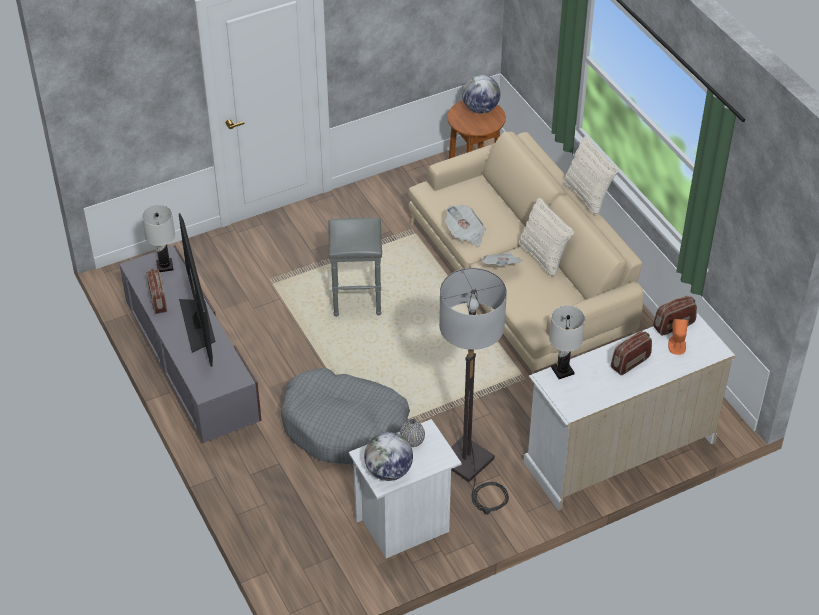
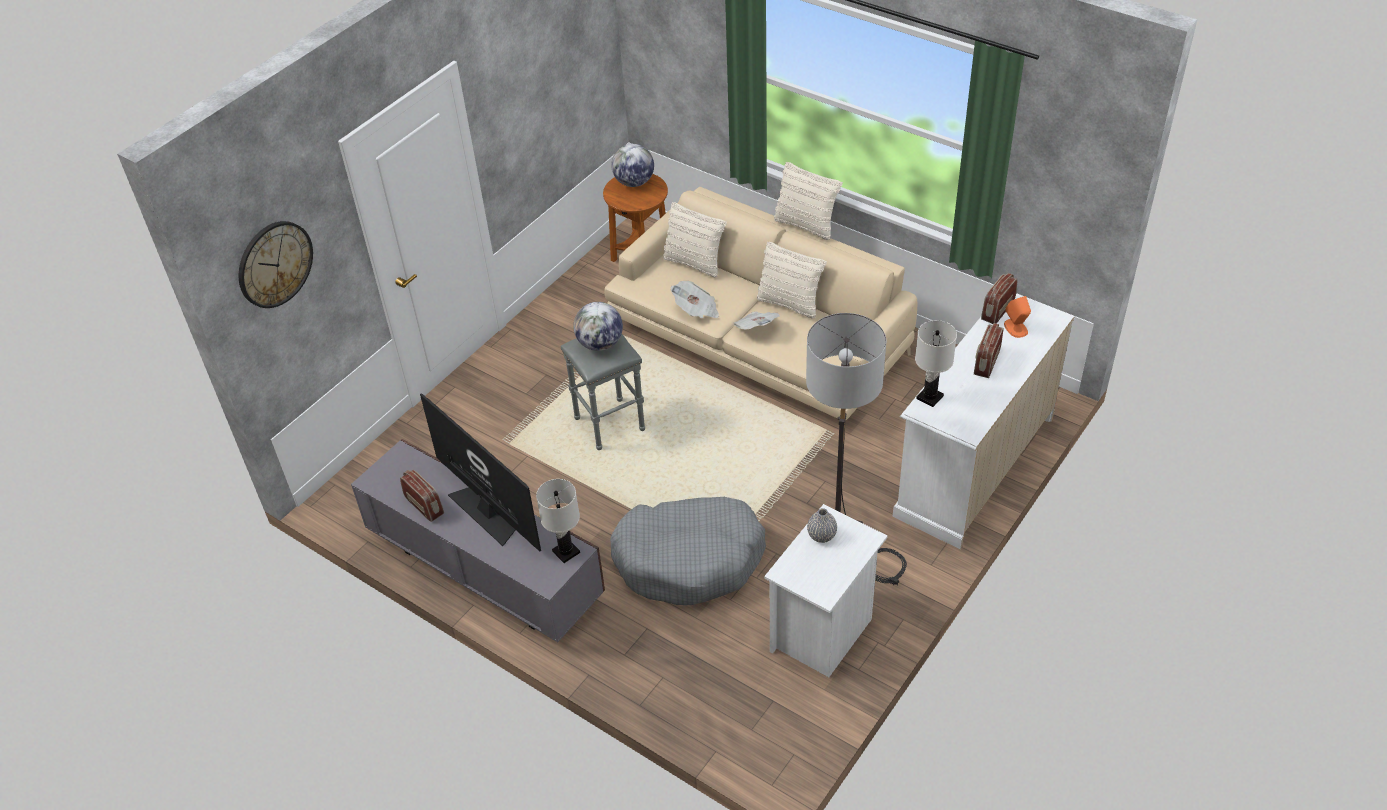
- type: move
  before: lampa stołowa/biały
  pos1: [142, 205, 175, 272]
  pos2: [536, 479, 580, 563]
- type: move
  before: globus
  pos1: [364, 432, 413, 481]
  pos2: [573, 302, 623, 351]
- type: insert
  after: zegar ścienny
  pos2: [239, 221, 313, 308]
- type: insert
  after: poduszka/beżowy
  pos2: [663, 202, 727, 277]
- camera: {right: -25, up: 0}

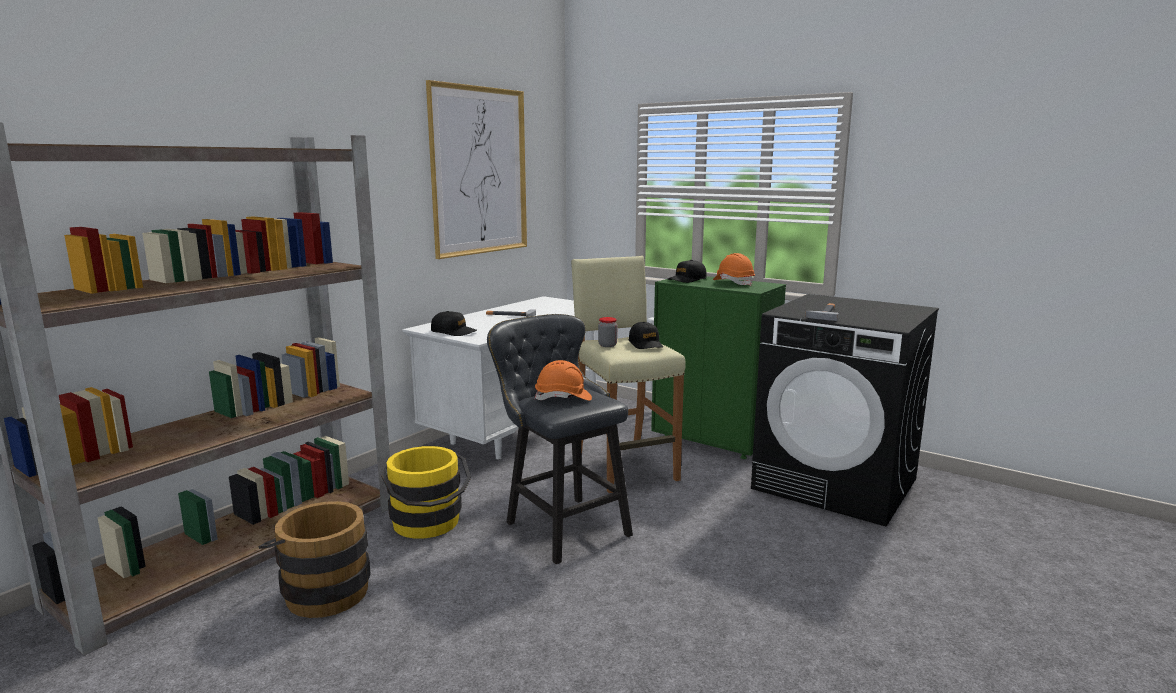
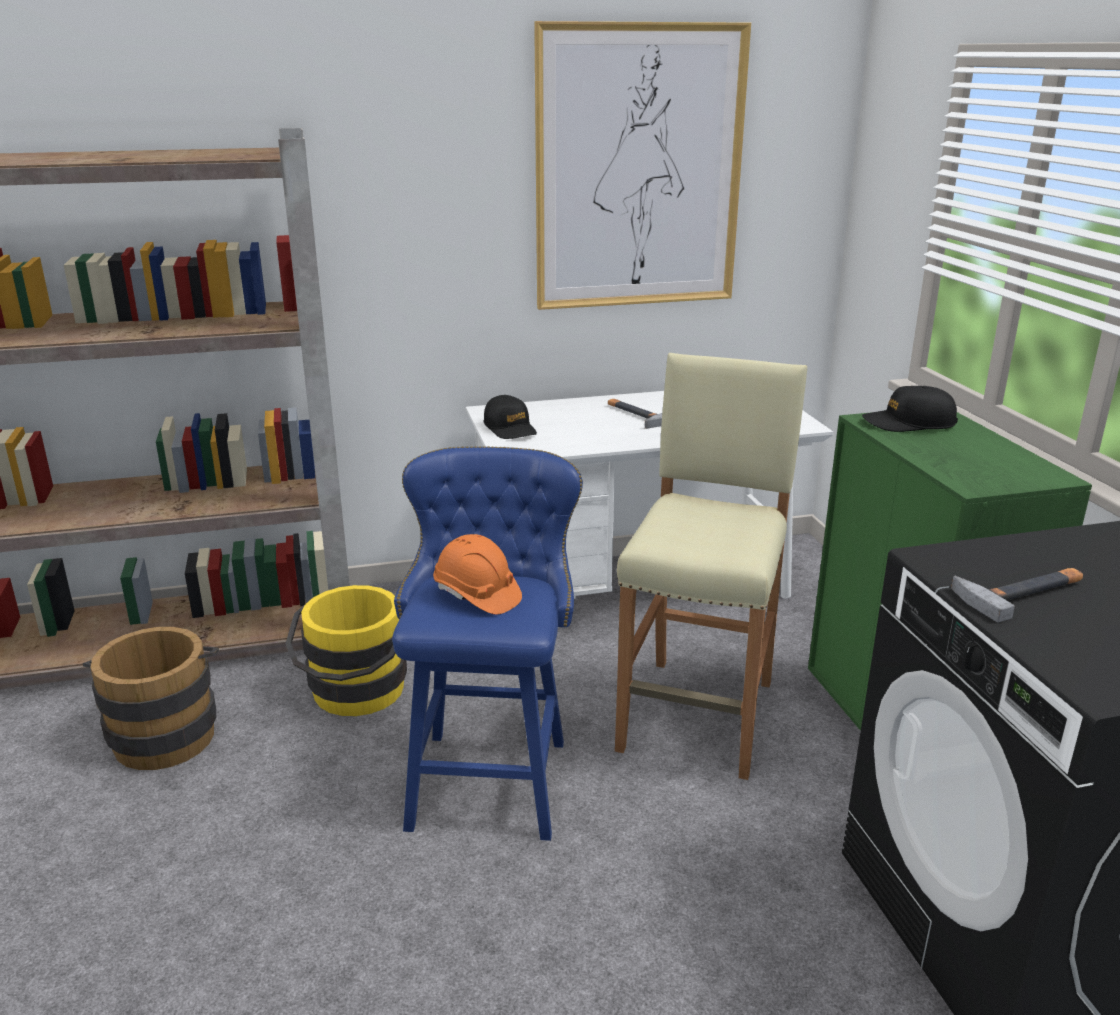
- type: recolor
  before: stołek/szary
  after: stołek/niebieski
  pos1: [487, 314, 633, 564]
  pos2: [392, 446, 583, 841]
- type: delete
  before: słoik
  pos1: [598, 317, 617, 347]
- type: delete
  before: czapka z daszkiem/czarny
  pos1: [629, 322, 663, 349]
- type: delete
  before: kask/pomarańczowy
  pos1: [713, 253, 755, 286]
- camera: {right: 40, up: 10}

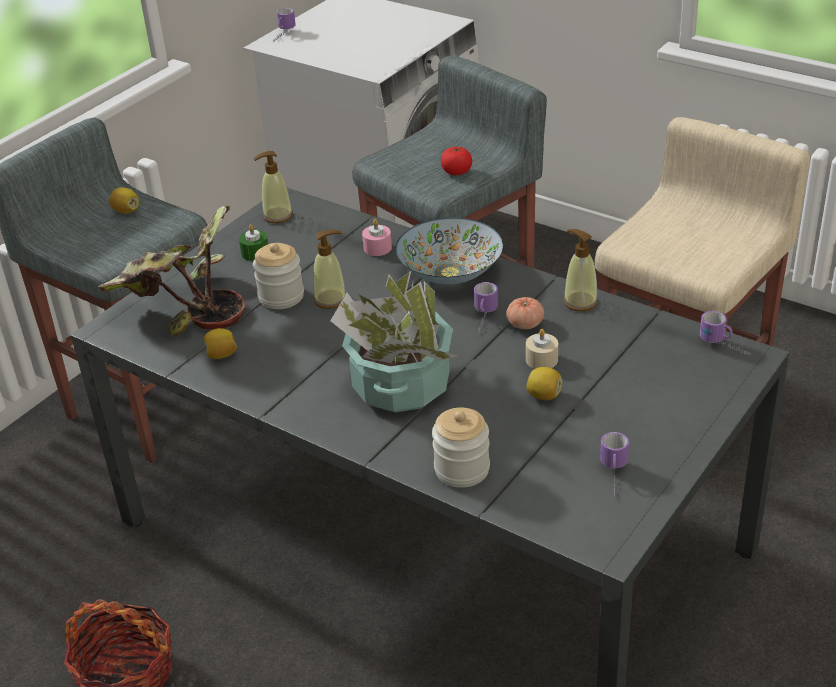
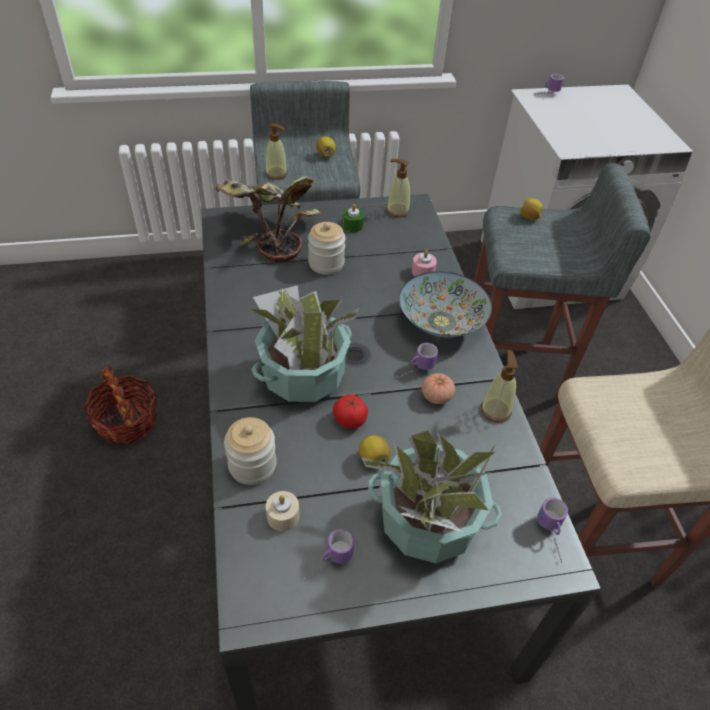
- type: move
  before: cytryna
  pos1: [204, 328, 237, 359]
  pos2: [520, 198, 543, 219]
- type: move
  before: dozownik mydła
  pos1: [313, 229, 346, 309]
  pos2: [265, 123, 288, 180]
- type: move
  before: pomidor
  pos1: [441, 147, 472, 175]
  pos2: [333, 394, 368, 429]
- type: move
  before: świeca/beżowy
  pos1: [526, 329, 558, 369]
  pos2: [266, 491, 299, 531]
- type: insert
  after: roślina doniczkowa
  pos2: [361, 430, 502, 563]
- camera: {right: 40, up: 10}

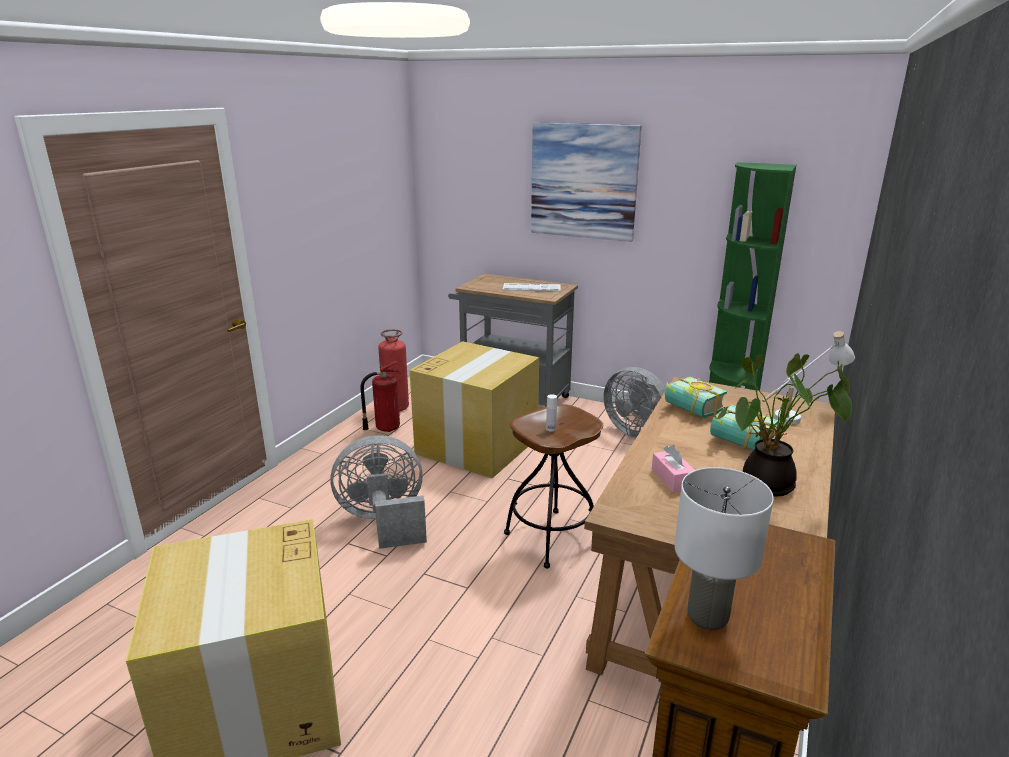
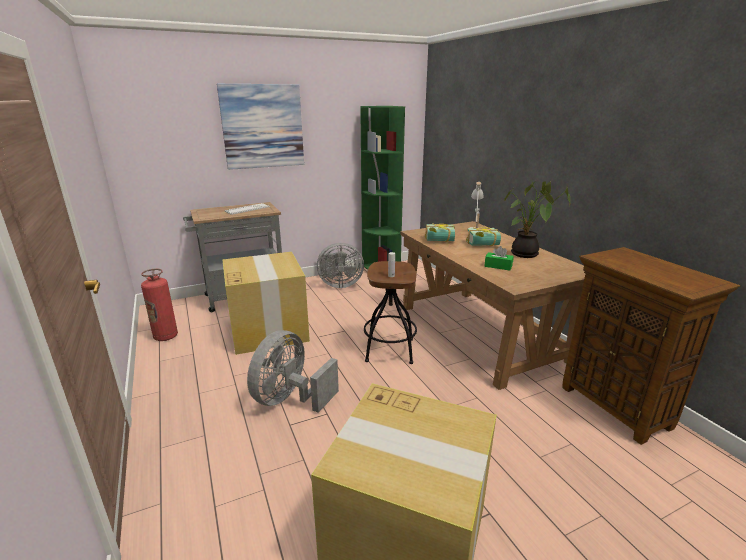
- type: delete
  before: gaśnica
  pos1: [360, 361, 401, 432]
- type: recolor
  before: pudełko chusteczek/różowy
  after: pudełko chusteczek/zielony
  pos1: [652, 445, 694, 492]
  pos2: [484, 246, 514, 270]
- type: delete
  before: lampa stołowa/biały
  pos1: [674, 467, 774, 630]
- camera: {right: -50, up: 0}

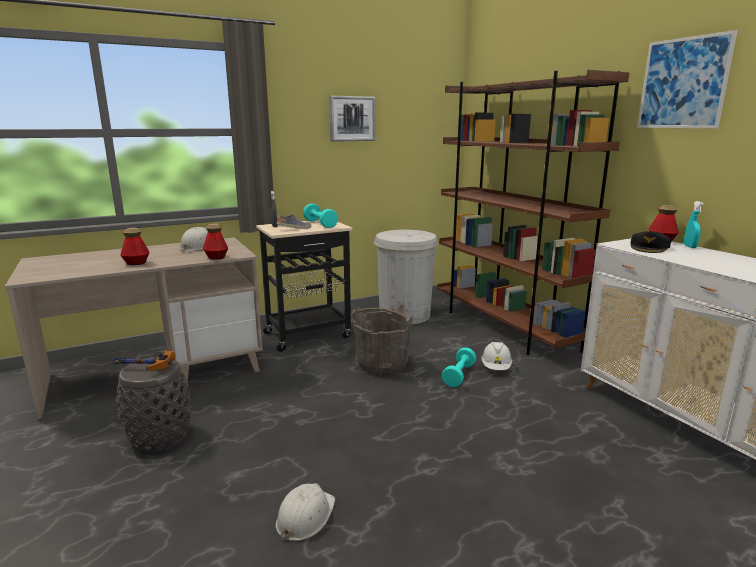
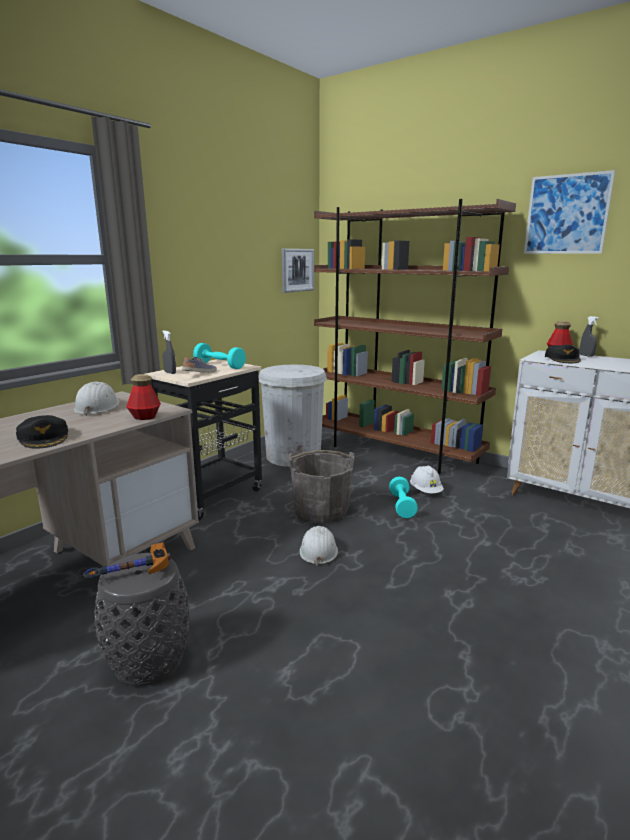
- type: replace
  before: butelka
  after: czapka z daszkiem/czarny
  pos1: [120, 228, 149, 265]
  pos2: [16, 415, 68, 449]
- type: move
  before: kask/biały
  pos1: [275, 483, 335, 541]
  pos2: [300, 526, 338, 566]
- type: move
  before: obraz
  pos1: [329, 95, 376, 142]
  pos2: [282, 249, 314, 293]
- type: recolor
  before: spryskiwacz/turkusowy
  after: spryskiwacz/szary
  pos1: [684, 201, 704, 248]
  pos2: [580, 316, 599, 357]
- camera: {right: -25, up: 0}

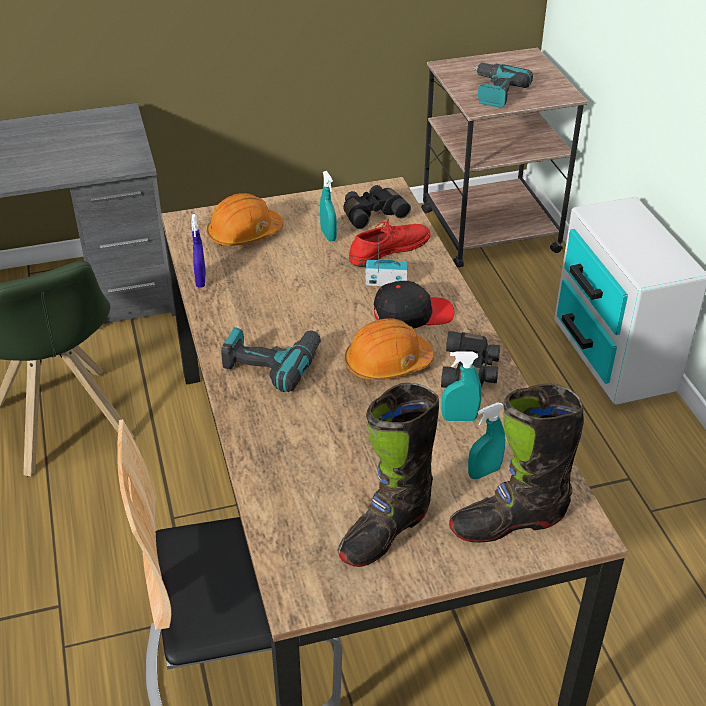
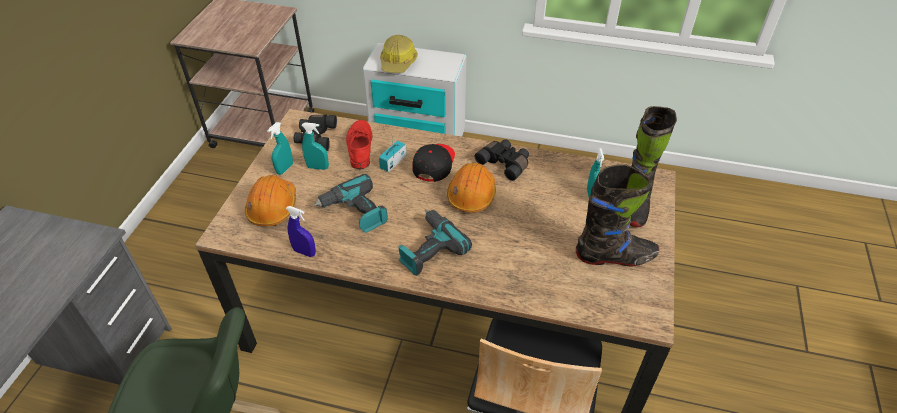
- type: rotate
  before: but z cholewką/czarny
  pos1: [338, 383, 439, 567]
  pos2: [576, 164, 659, 267]
  turn: -75
- type: move
  before: spryskiwacz/turkusowy
  pos1: [442, 351, 482, 421]
  pos2: [267, 122, 293, 175]
- type: move
  before: wiertarka
  pos1: [472, 63, 533, 108]
  pos2: [313, 174, 388, 233]
- type: insert
  after: kask
  pos2: [380, 35, 418, 73]
- camera: {right: -60, up: 5}

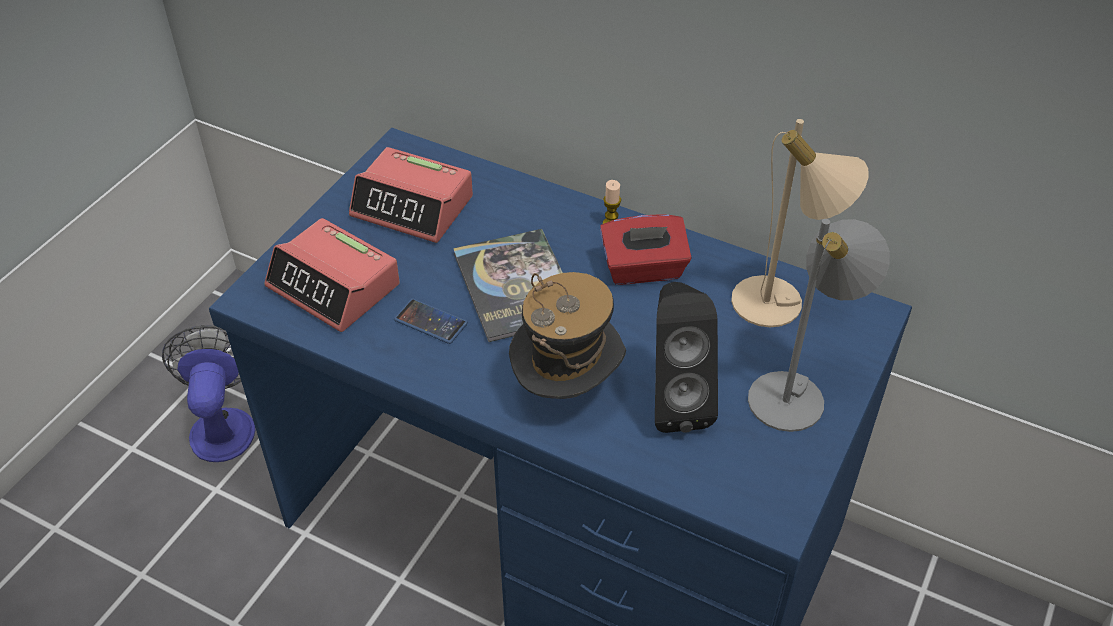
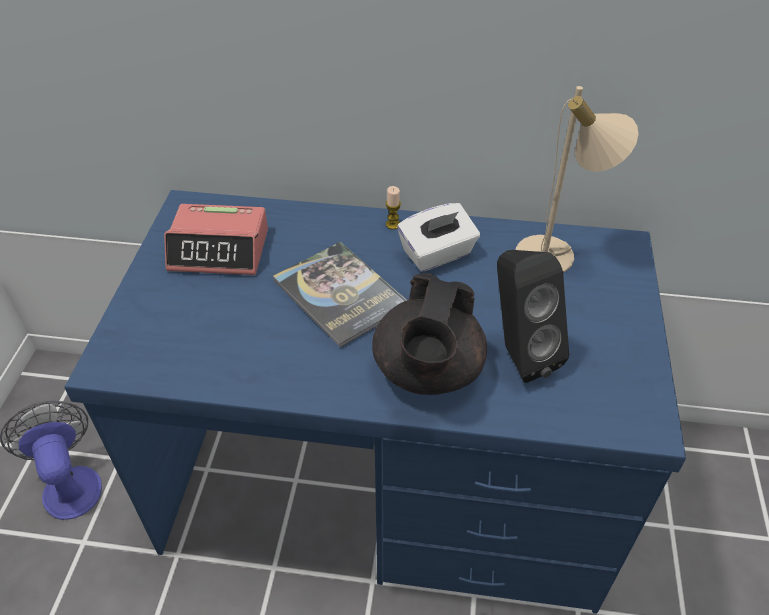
- type: delete
  before: budzik
  pos1: [264, 218, 400, 332]
- type: delete
  before: telefon
  pos1: [394, 298, 468, 344]
- type: replace
  before: kapelusz
  after: imbryk/czarny
  pos1: [509, 272, 626, 399]
  pos2: [372, 273, 487, 395]
- type: recolor
  before: pudełko chusteczek/czerwony
  after: pudełko chusteczek/biały
  pos1: [600, 215, 692, 285]
  pos2: [397, 203, 480, 272]
- type: delete
  before: lampa stołowa/szary
  pos1: [748, 219, 890, 432]
- camera: {right: -20, up: 0}

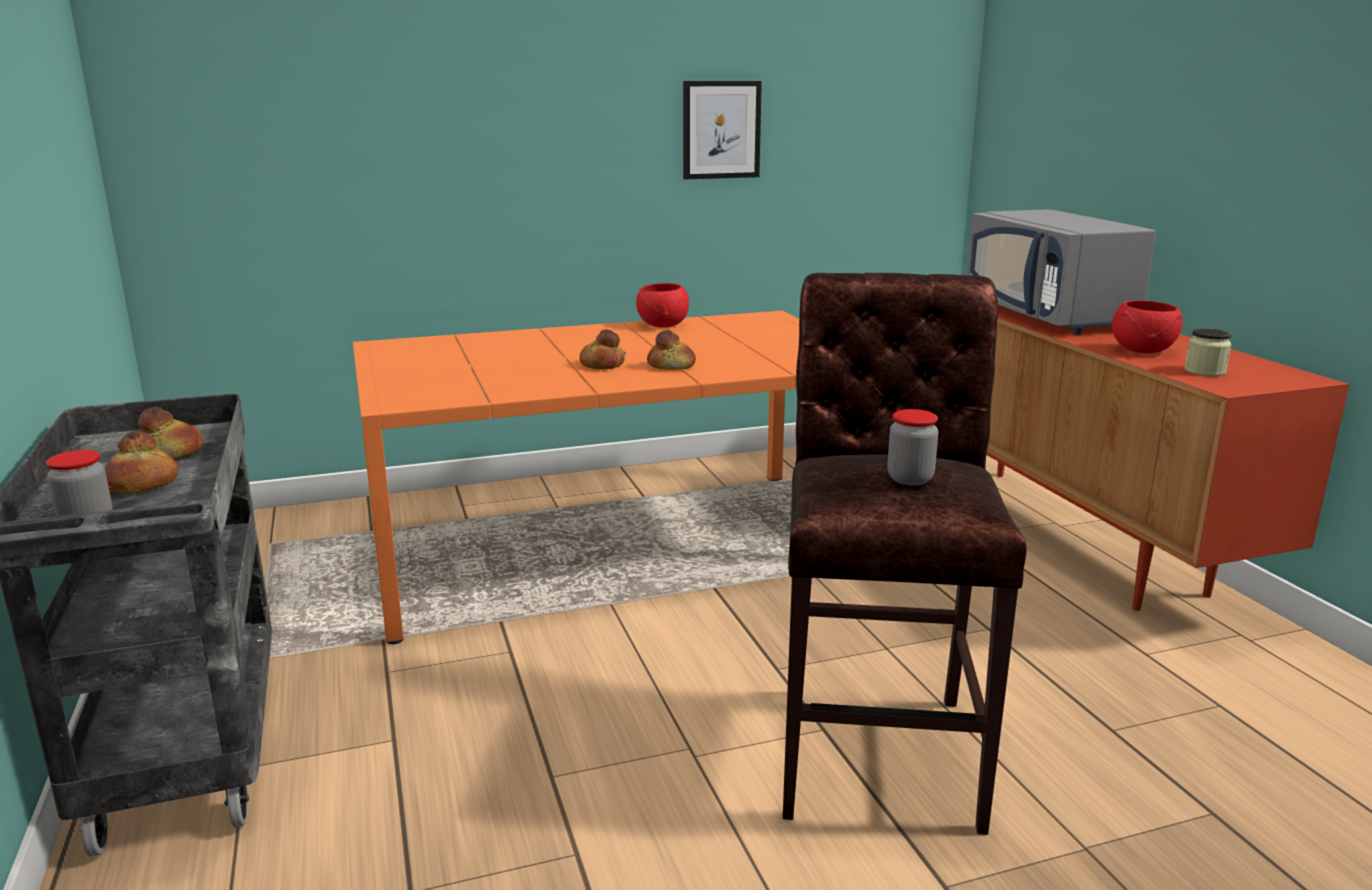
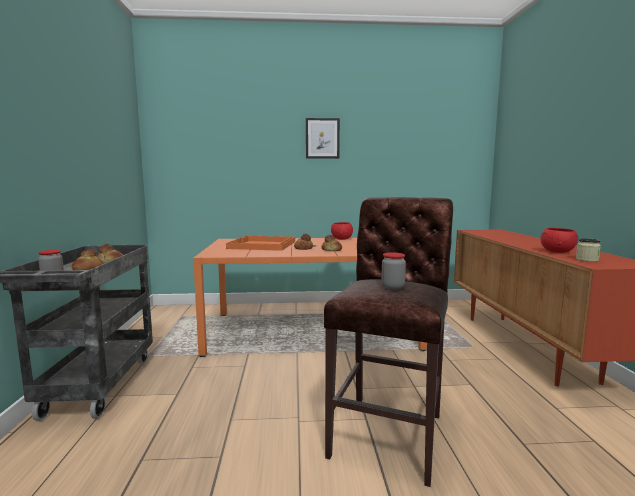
- type: move
  before: obraz
  pos1: [683, 81, 762, 179]
  pos2: [306, 118, 340, 159]
- type: delete
  before: mikrofalówka/szary
  pos1: [967, 209, 1156, 334]
- type: insert
  after: taca/pomarańczowy
  pos2: [226, 236, 295, 251]
- camera: {right: 15, up: -10}

